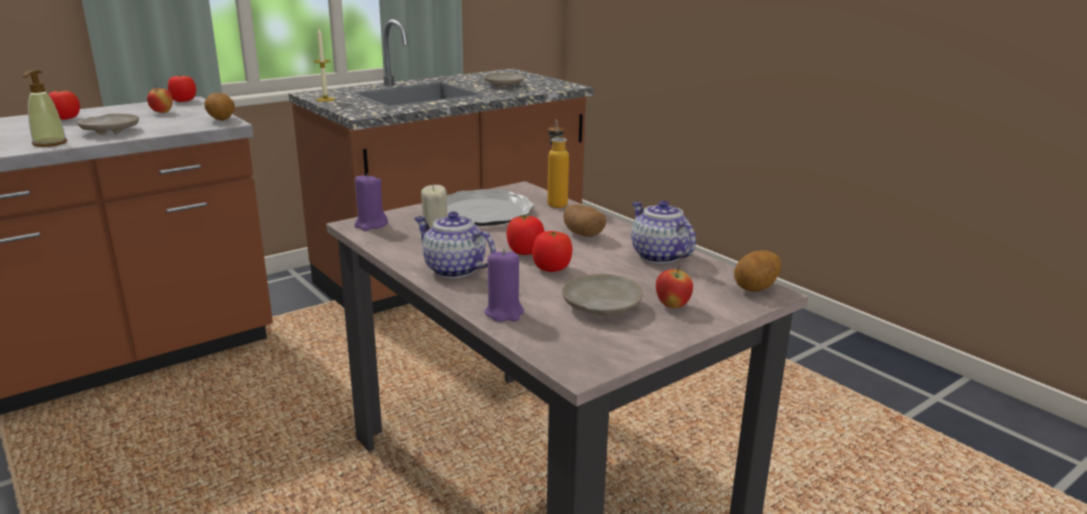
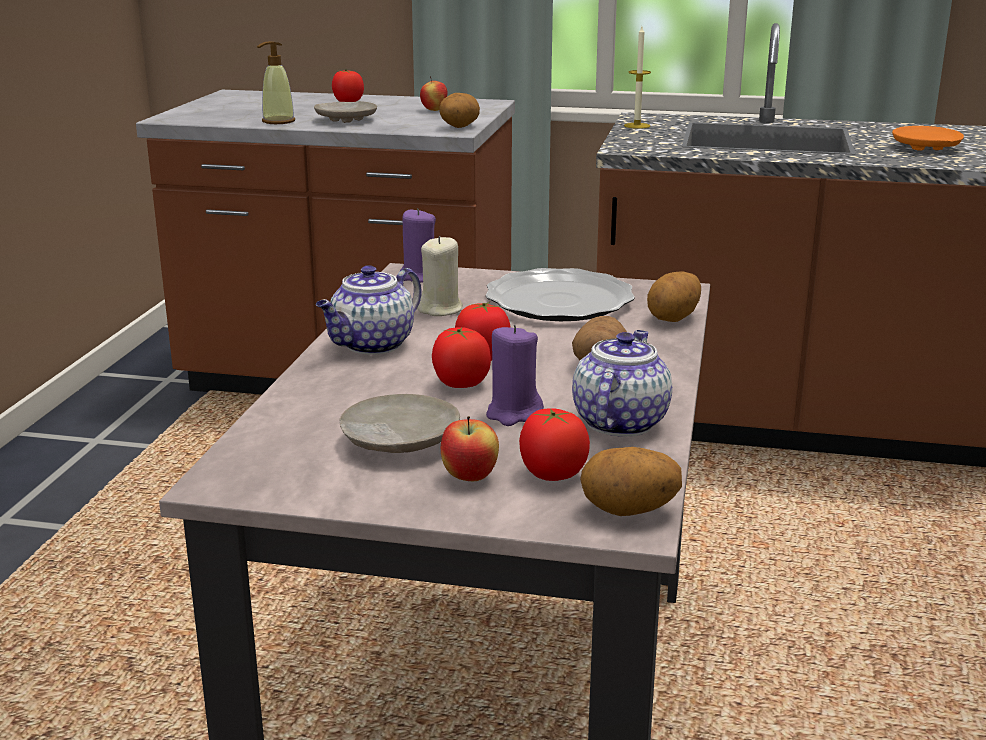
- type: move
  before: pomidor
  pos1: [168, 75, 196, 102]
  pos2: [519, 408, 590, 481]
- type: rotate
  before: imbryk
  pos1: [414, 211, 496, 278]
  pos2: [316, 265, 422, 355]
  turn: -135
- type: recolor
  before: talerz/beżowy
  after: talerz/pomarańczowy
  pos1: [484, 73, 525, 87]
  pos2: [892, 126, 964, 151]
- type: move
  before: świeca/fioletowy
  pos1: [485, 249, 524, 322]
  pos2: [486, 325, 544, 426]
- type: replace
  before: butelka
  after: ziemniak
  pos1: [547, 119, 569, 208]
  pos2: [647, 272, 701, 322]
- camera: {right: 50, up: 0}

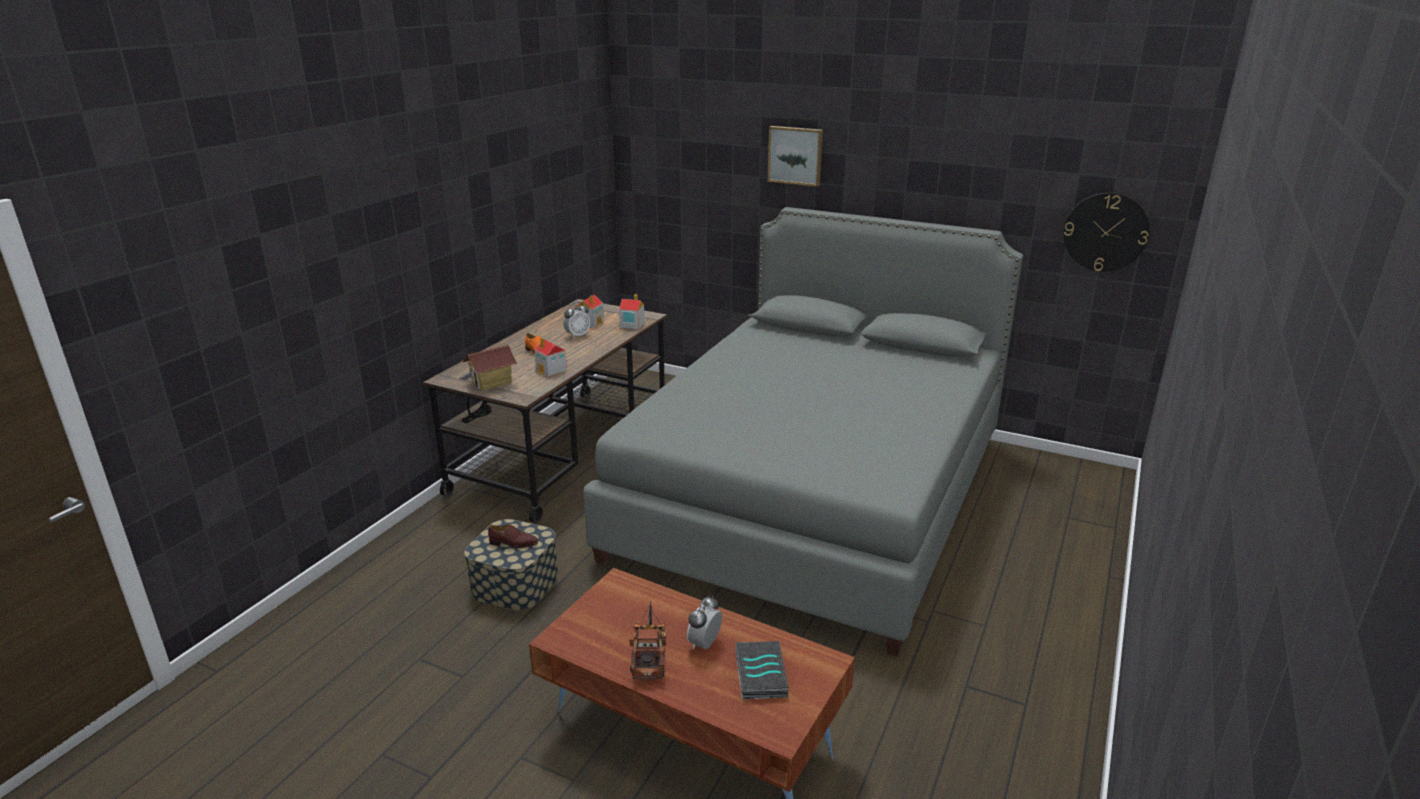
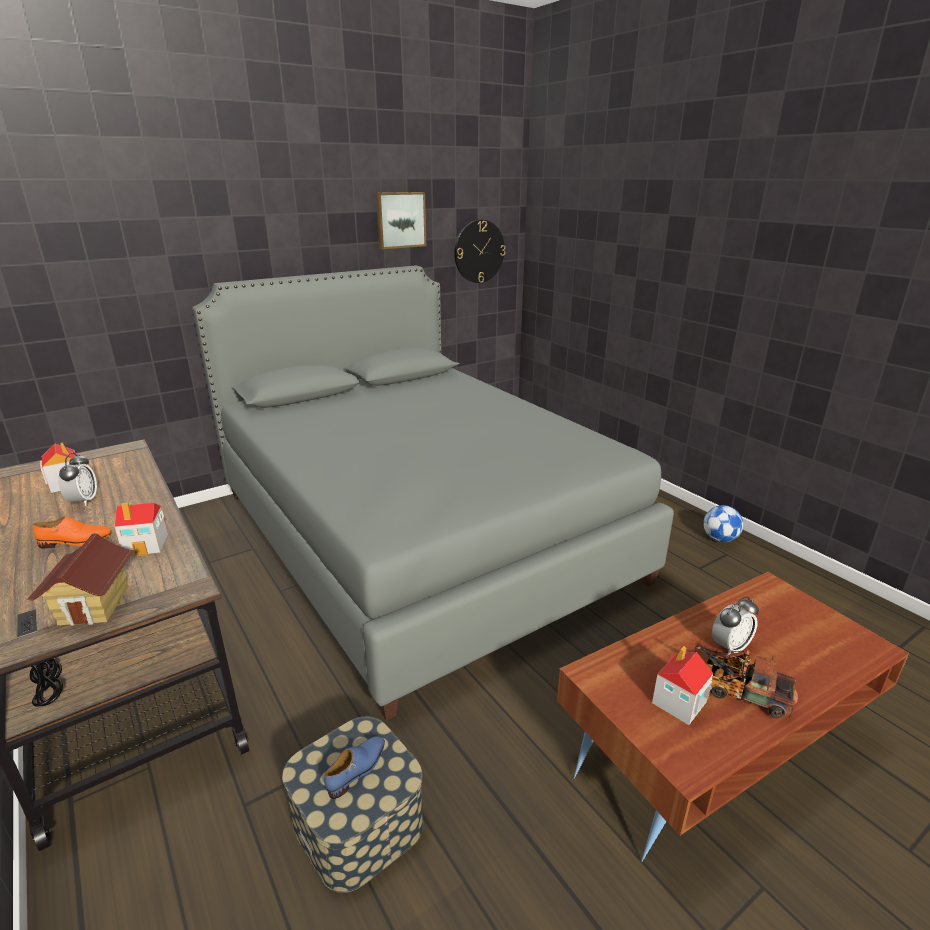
- type: recolor
  before: but/brązowy
  after: but/niebieski
  pos1: [488, 524, 538, 548]
  pos2: [324, 736, 385, 799]
- type: move
  before: domek
  pos1: [619, 294, 645, 329]
  pos2: [652, 646, 713, 725]
- type: rotate
  before: budzik
  pos1: [687, 596, 722, 649]
  pos2: [712, 597, 759, 655]
  turn: -90
- type: delete
  before: książka
  pos1: [736, 641, 789, 700]
- type: move
  before: obraz
  pos1: [768, 126, 823, 187]
  pos2: [376, 192, 426, 249]
- type: insert
  after: piłka futbolowa
  pos2: [704, 505, 743, 542]
- camera: {right: -60, up: 0}

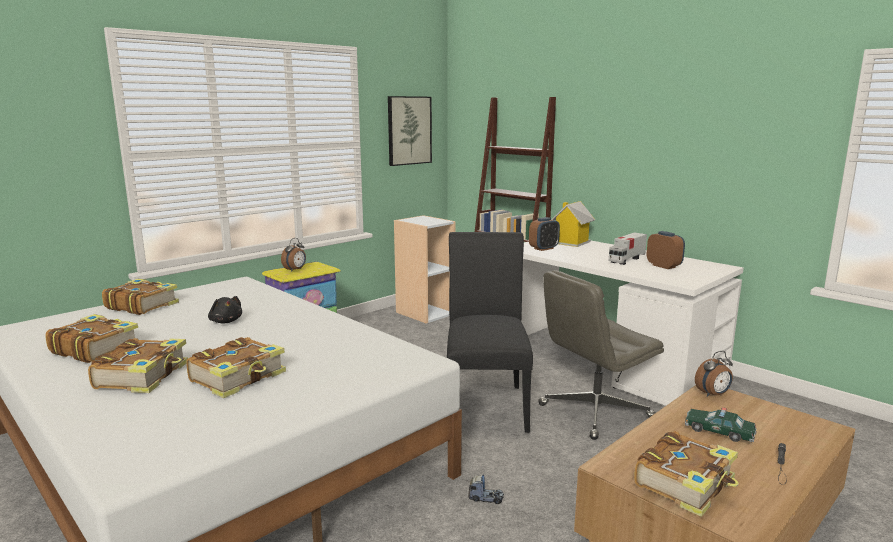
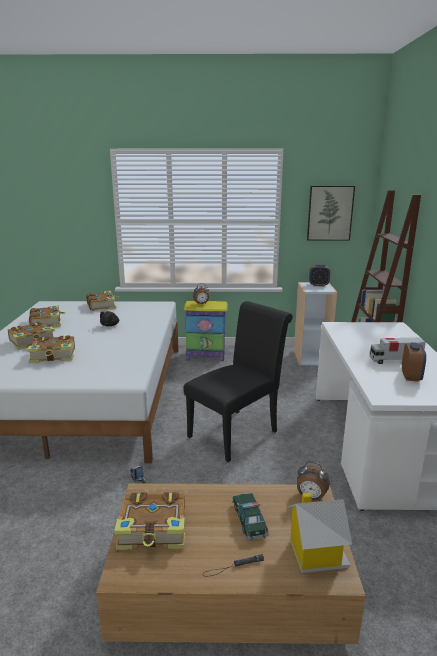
- type: move
  before: budzik
  pos1: [529, 217, 560, 251]
  pos2: [309, 264, 330, 287]
- type: delete
  before: krzesło biurowe/szary
  pos1: [538, 270, 664, 440]
- type: move
  before: domek
  pos1: [551, 201, 595, 247]
  pos2: [286, 493, 352, 573]
- camera: {right: 45, up: 5}

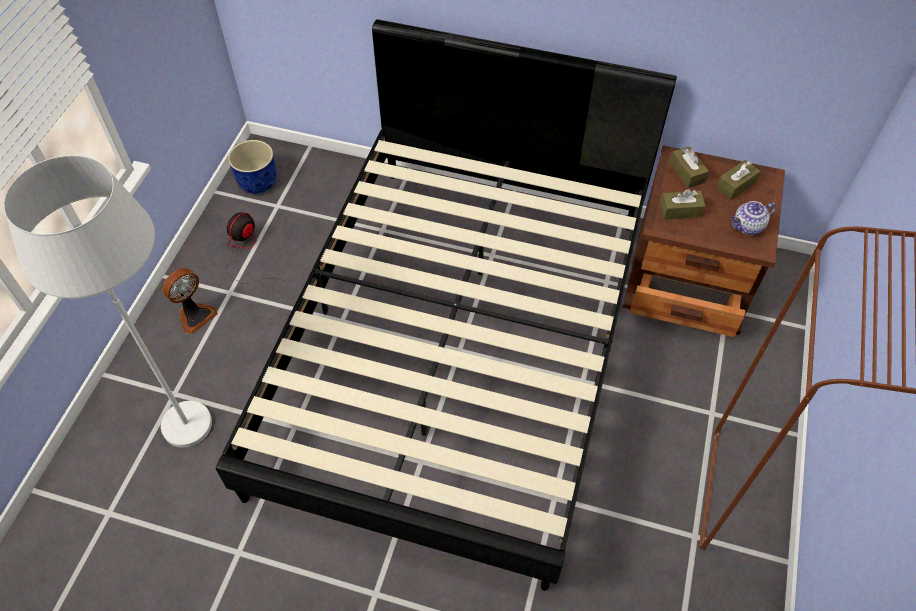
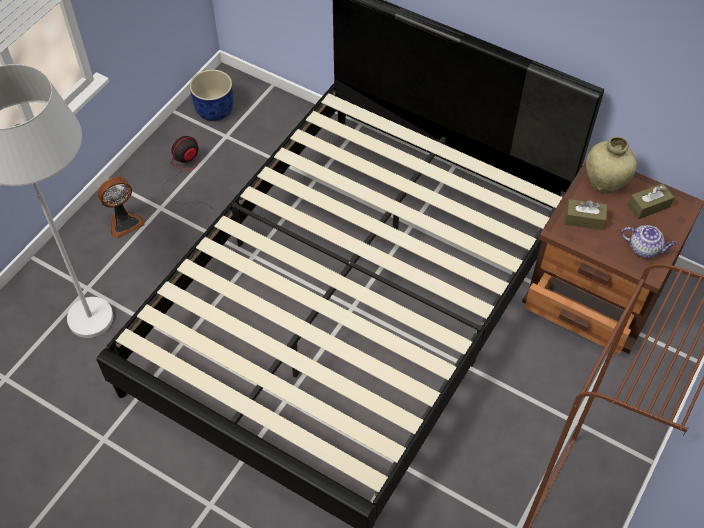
- type: replace
  before: pudełko chusteczek/brązowy
  after: wazon/beżowy
  pos1: [669, 146, 709, 188]
  pos2: [586, 137, 637, 194]
- type: rotate
  before: imbryk
  pos1: [731, 201, 777, 235]
  pos2: [621, 225, 677, 258]
  turn: -150
- camera: {right: 15, up: 0}

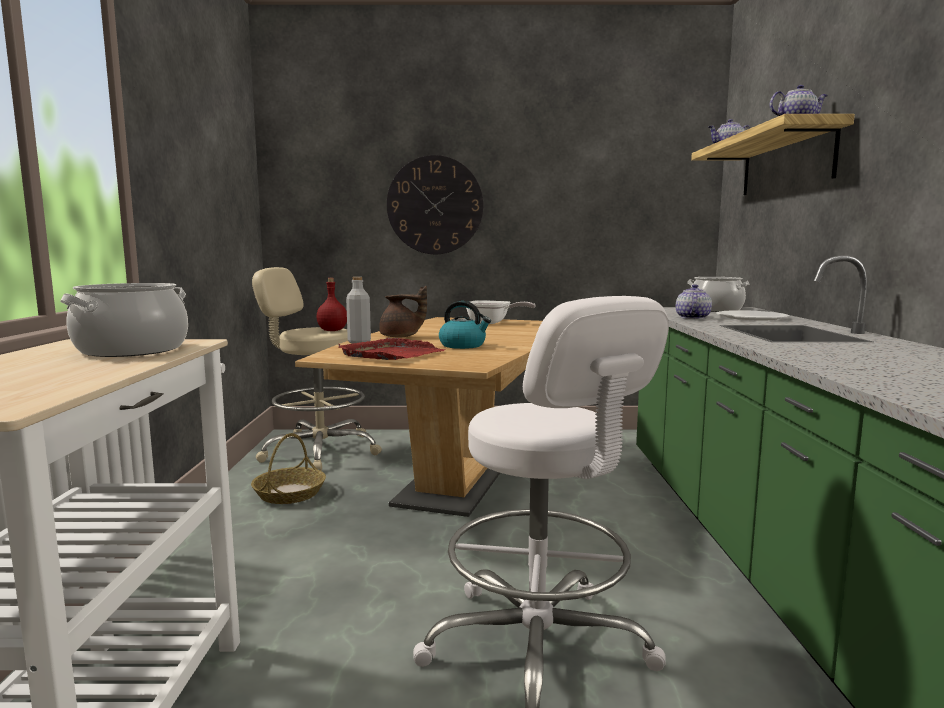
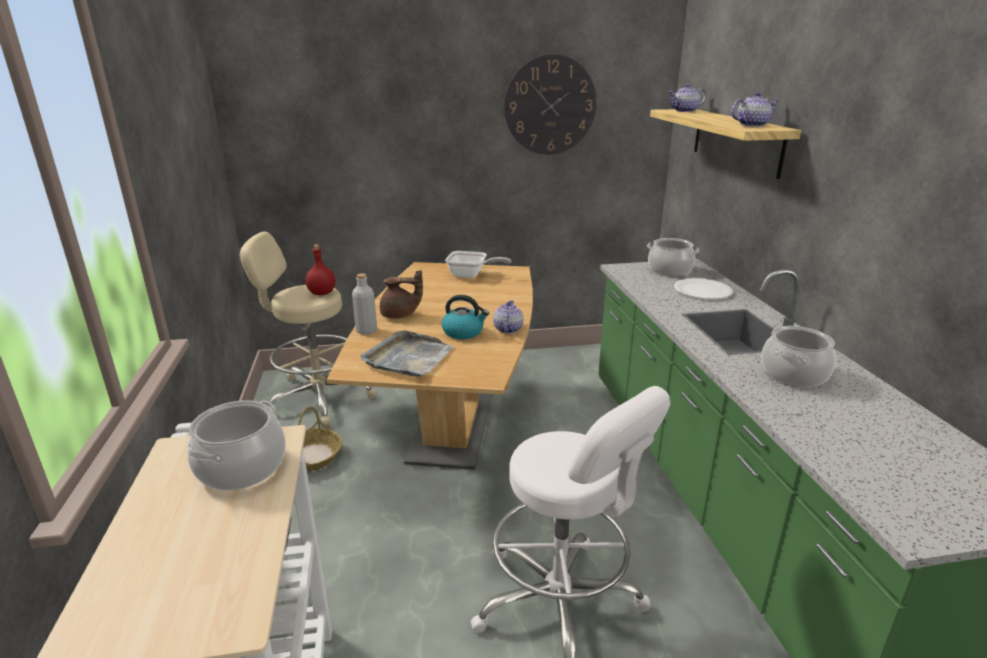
- type: recolor
  before: taca/czerwony
  after: taca/szary
  pos1: [338, 338, 446, 360]
  pos2: [361, 330, 454, 377]
- type: move
  before: zegar ścienny
  pos1: [387, 155, 483, 254]
  pos2: [504, 54, 597, 155]
- type: move
  before: imbryk
  pos1: [676, 284, 712, 319]
  pos2: [493, 300, 523, 333]
- type: insert
  after: garnek
  pos2: [761, 326, 836, 387]
- camera: {right: -10, up: 15}

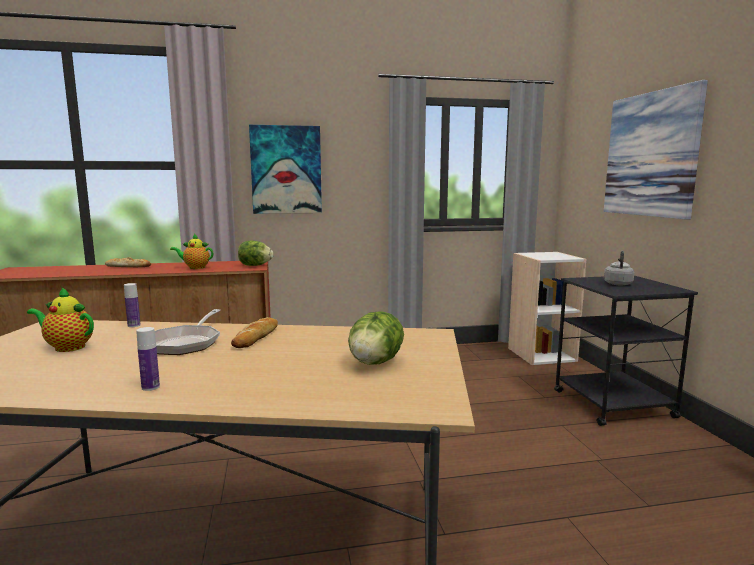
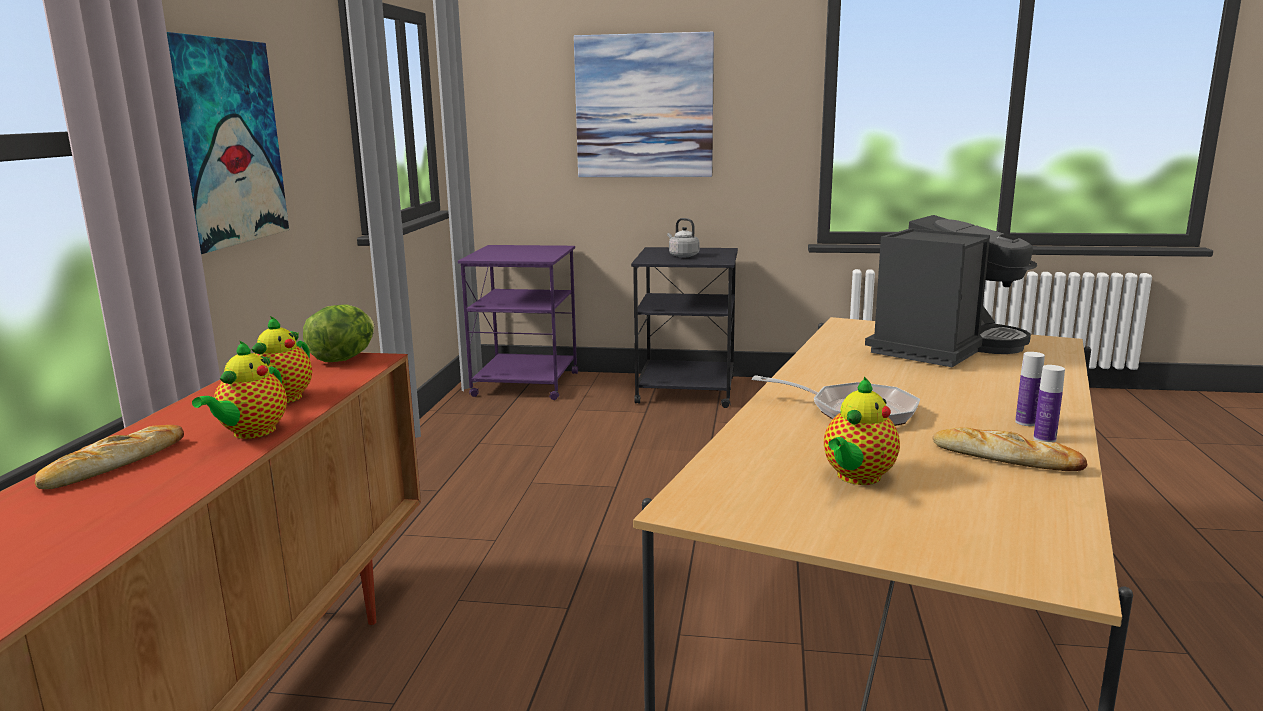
- type: move
  before: butelka
  pos1: [124, 283, 141, 327]
  pos2: [1033, 365, 1065, 442]
- type: move
  before: chleb
  pos1: [231, 317, 278, 348]
  pos2: [933, 427, 1088, 471]
- type: replace
  before: sałata
  after: ekspres do kawy
  pos1: [348, 311, 404, 365]
  pos2: [865, 215, 1037, 367]
- type: replace
  before: regał
  after: wózek/fioletowy
  pos1: [508, 252, 586, 365]
  pos2: [458, 245, 578, 400]
- type: insert
  after: imbryk
  pos2: [192, 340, 287, 439]
- camera: {right: -70, up: 5}

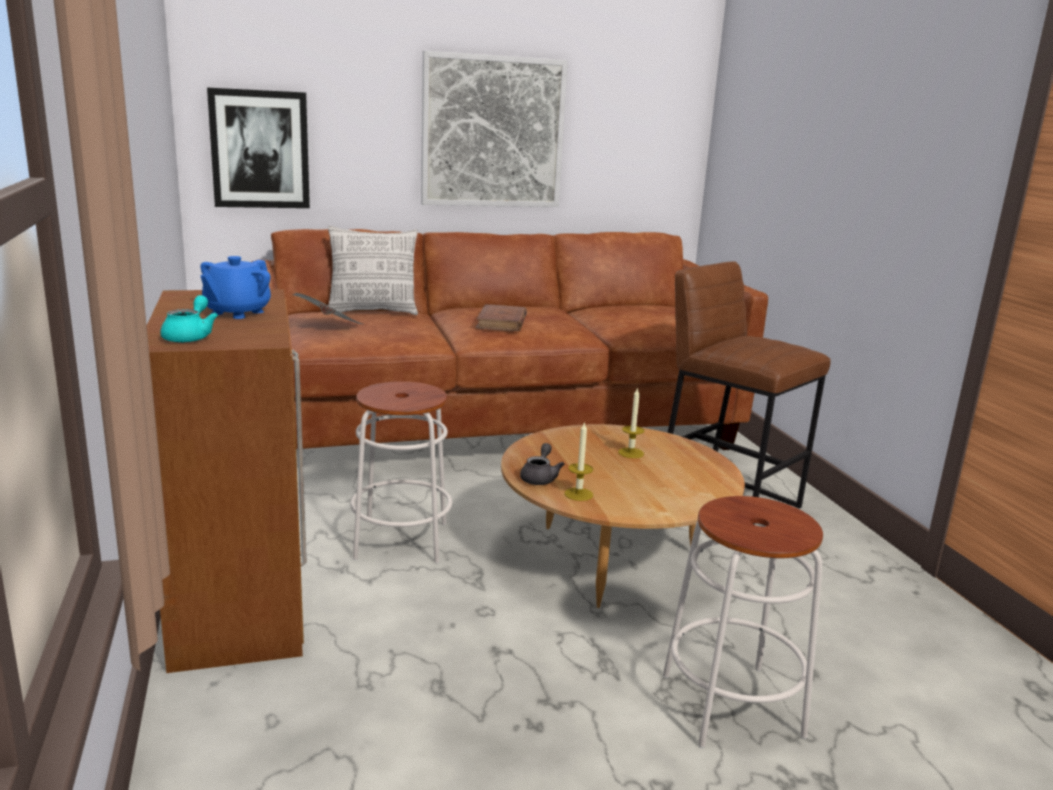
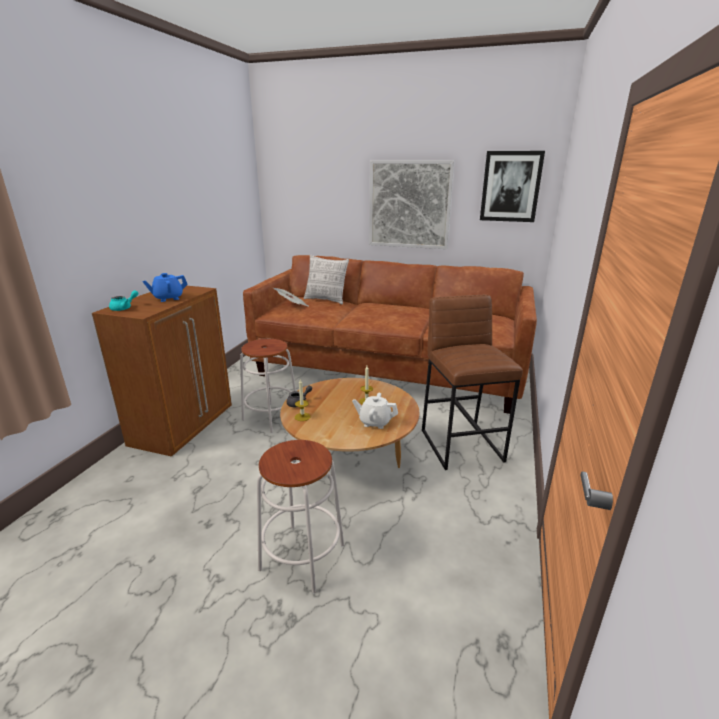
- type: move
  before: obraz
  pos1: [207, 88, 310, 208]
  pos2: [480, 151, 545, 222]
- type: delete
  before: książka/brązowy
  pos1: [476, 304, 527, 331]
- type: insert
  after: imbryk/biały
  pos2: [352, 393, 398, 429]
- camera: {right: 35, up: 5}

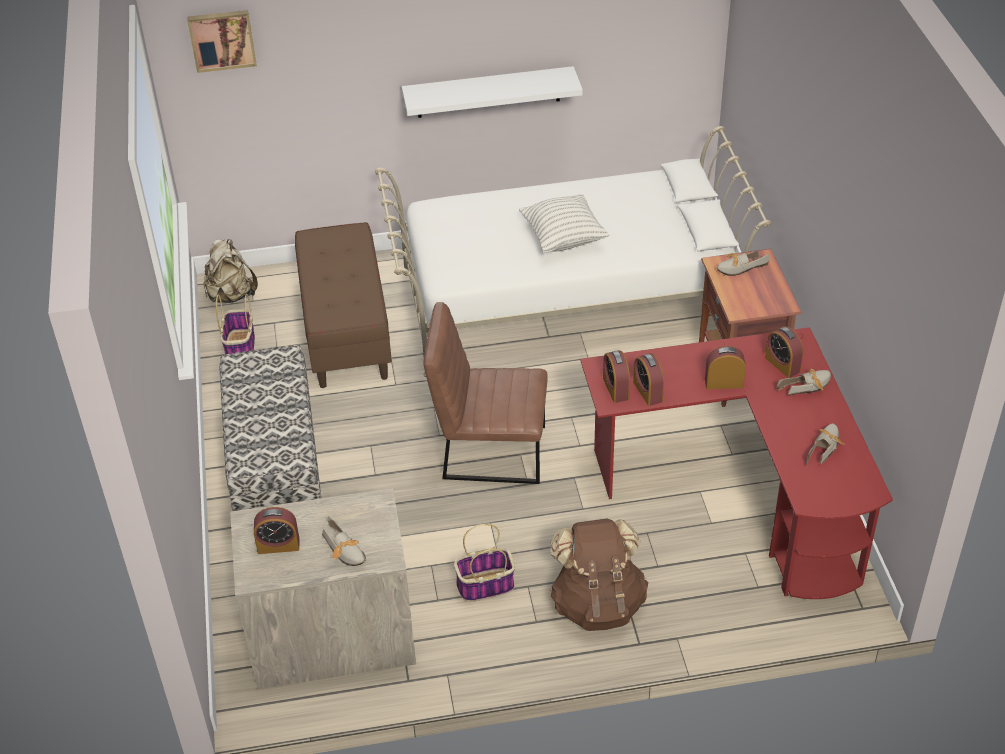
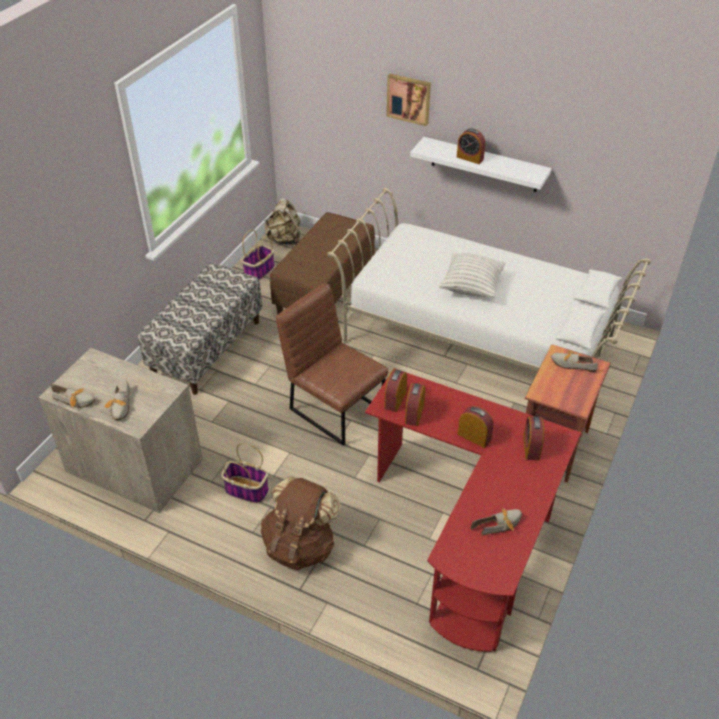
- type: move
  before: obraz
  pos1: [187, 10, 257, 73]
  pos2: [387, 74, 431, 126]
- type: move
  before: budzik
  pos1: [254, 507, 299, 554]
  pos2: [457, 128, 485, 164]
- type: move
  before: but
  pos1: [776, 369, 831, 396]
  pos2: [51, 384, 96, 408]
- camera: {right: 35, up: 0}

